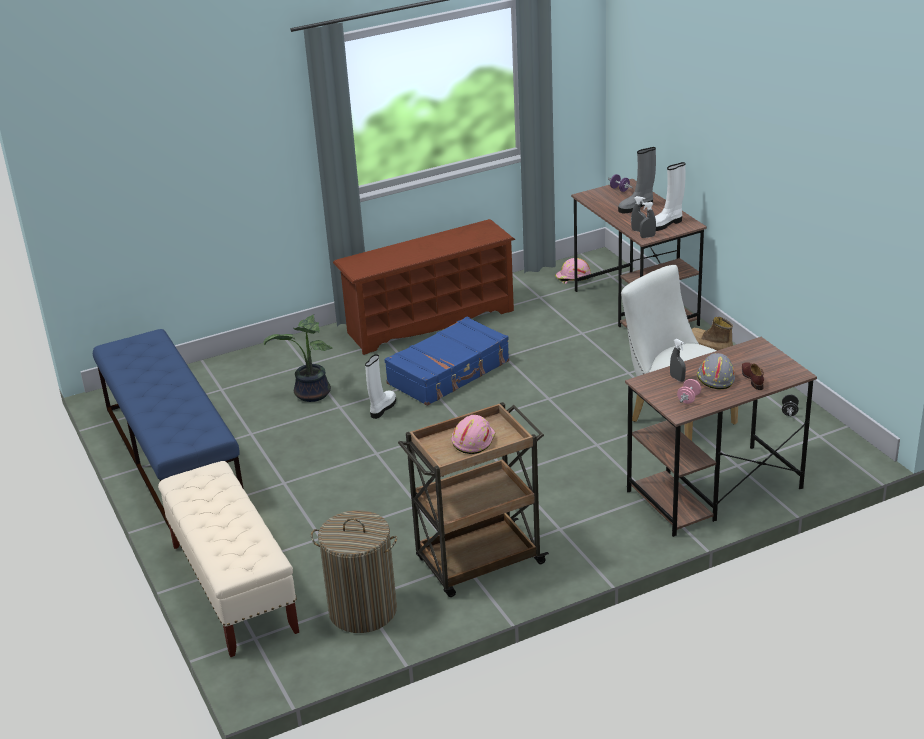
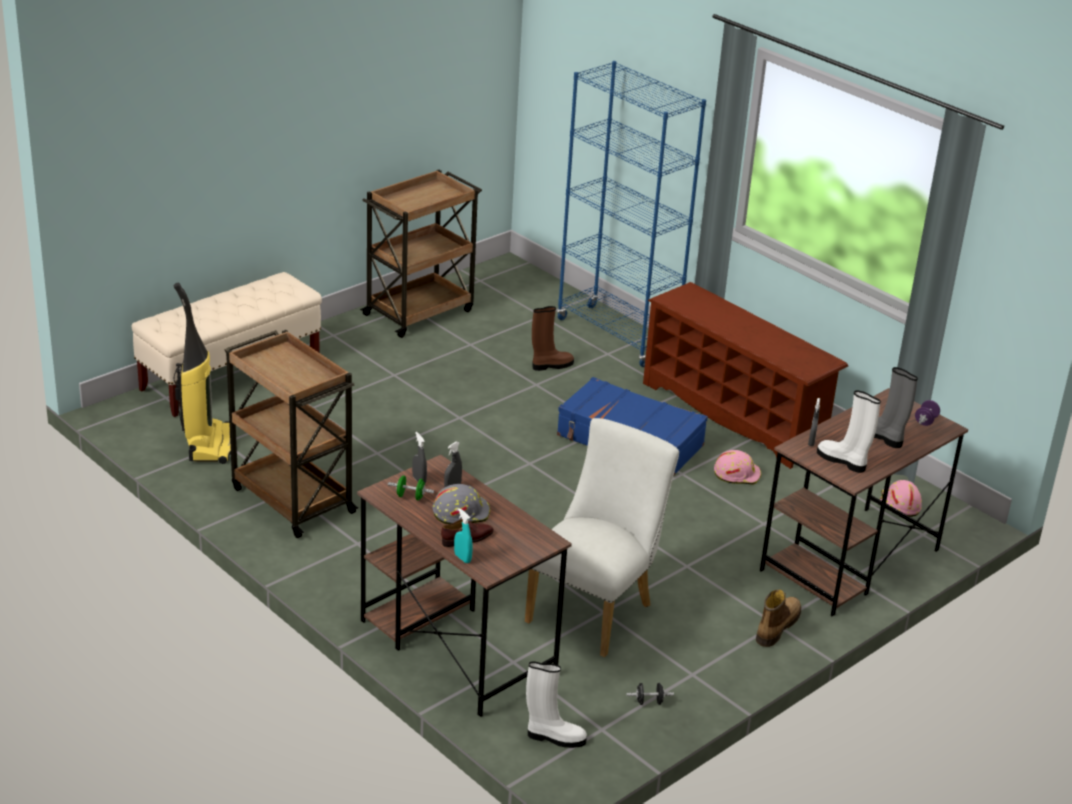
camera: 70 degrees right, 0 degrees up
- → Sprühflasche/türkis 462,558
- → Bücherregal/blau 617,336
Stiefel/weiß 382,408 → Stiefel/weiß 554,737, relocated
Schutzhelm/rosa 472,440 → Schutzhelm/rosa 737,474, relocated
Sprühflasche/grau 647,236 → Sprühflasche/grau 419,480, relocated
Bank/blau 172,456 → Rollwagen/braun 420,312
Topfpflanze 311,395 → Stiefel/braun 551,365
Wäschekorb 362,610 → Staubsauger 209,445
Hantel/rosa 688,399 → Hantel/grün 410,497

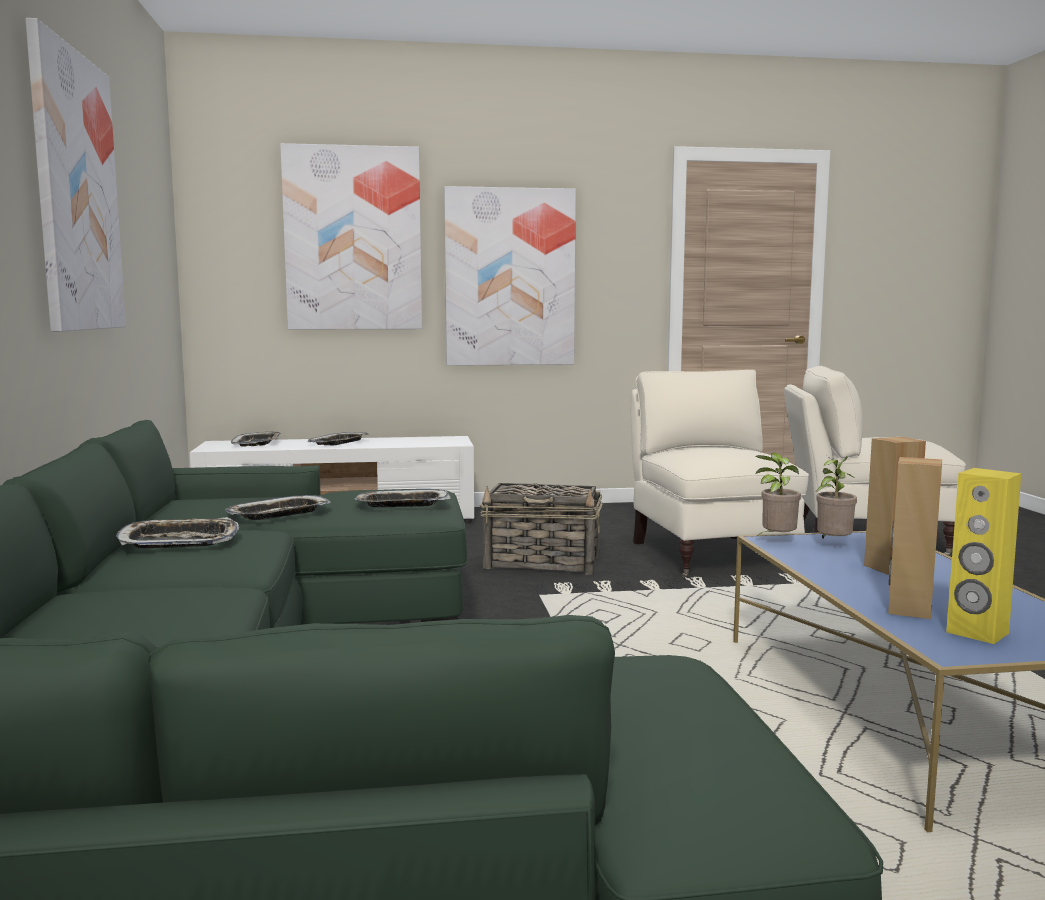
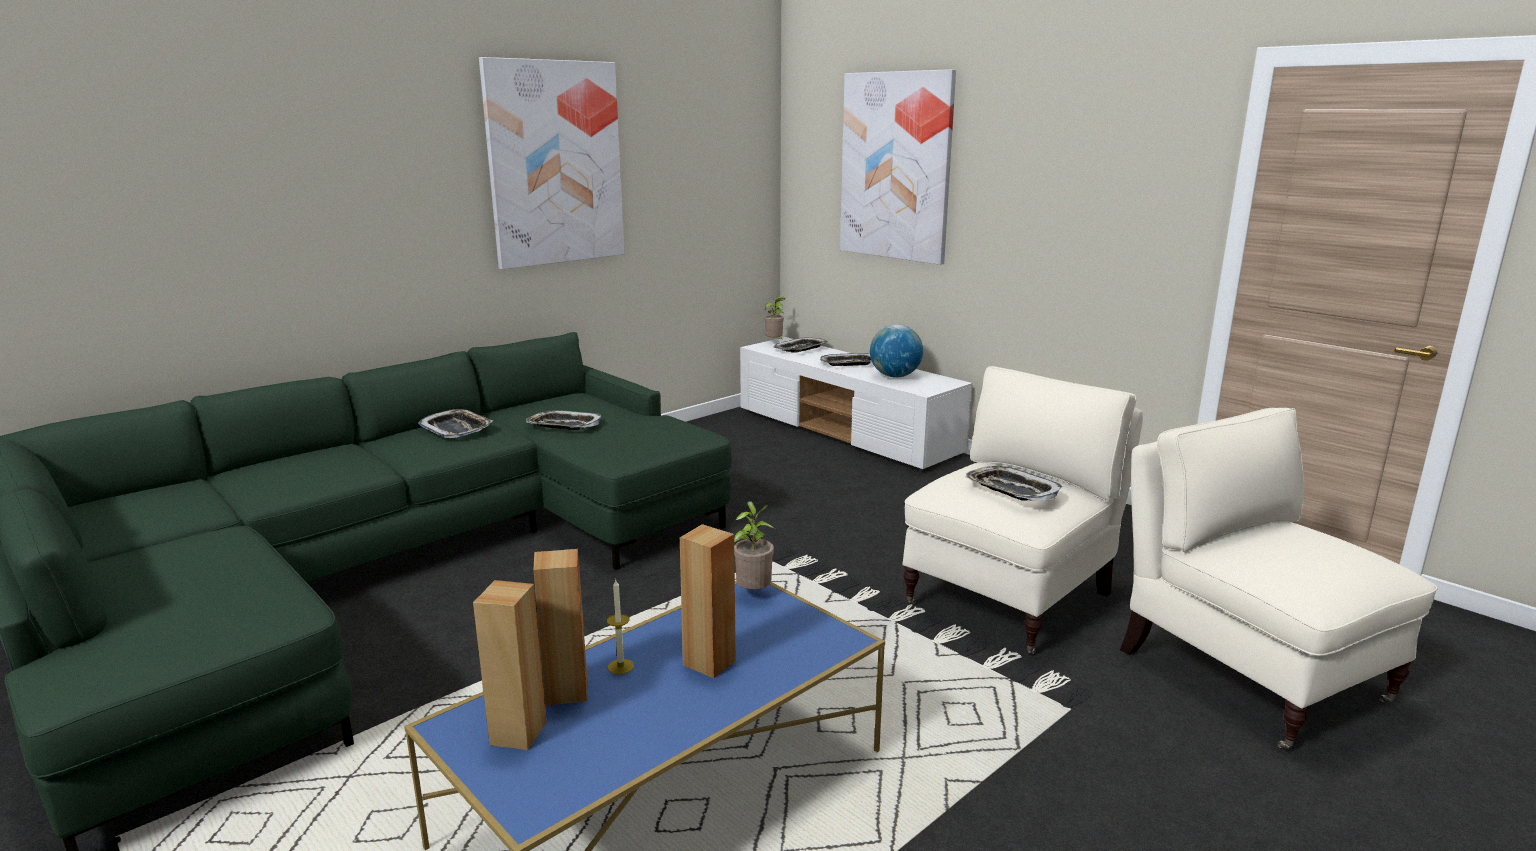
camera: 55 degrees right, 10 degrees up
Bild 510,277 → -
Korb 543,562 → -
- → Kerze 620,666
- → Globus 895,376
Tablett 402,505 → Tablett 1011,490, relocated
Topfpflanze 833,545 → Topfpflanze 775,342, relocated
Lautsprecher/gelb 977,633 → Lautsprecher/braun 517,733

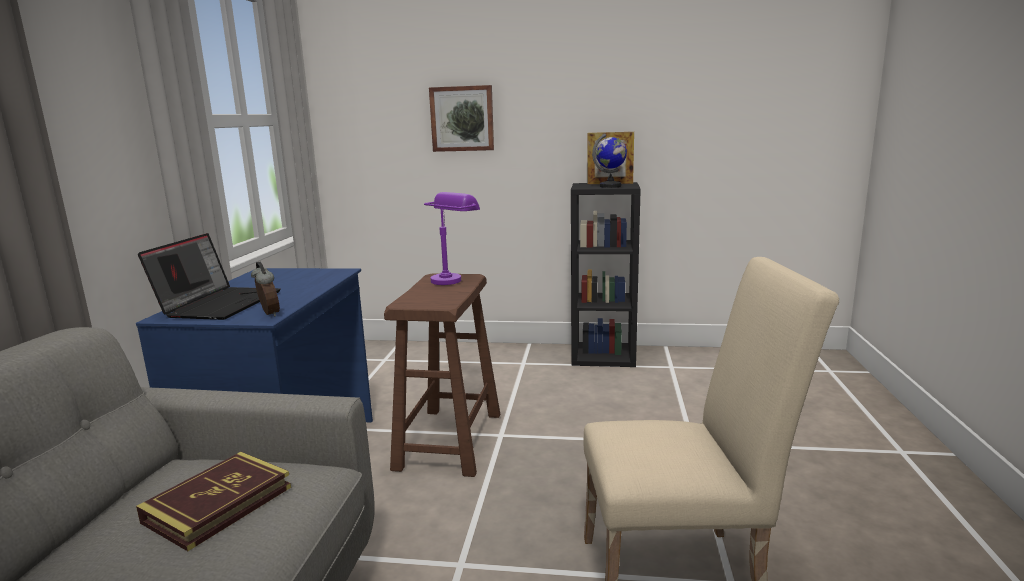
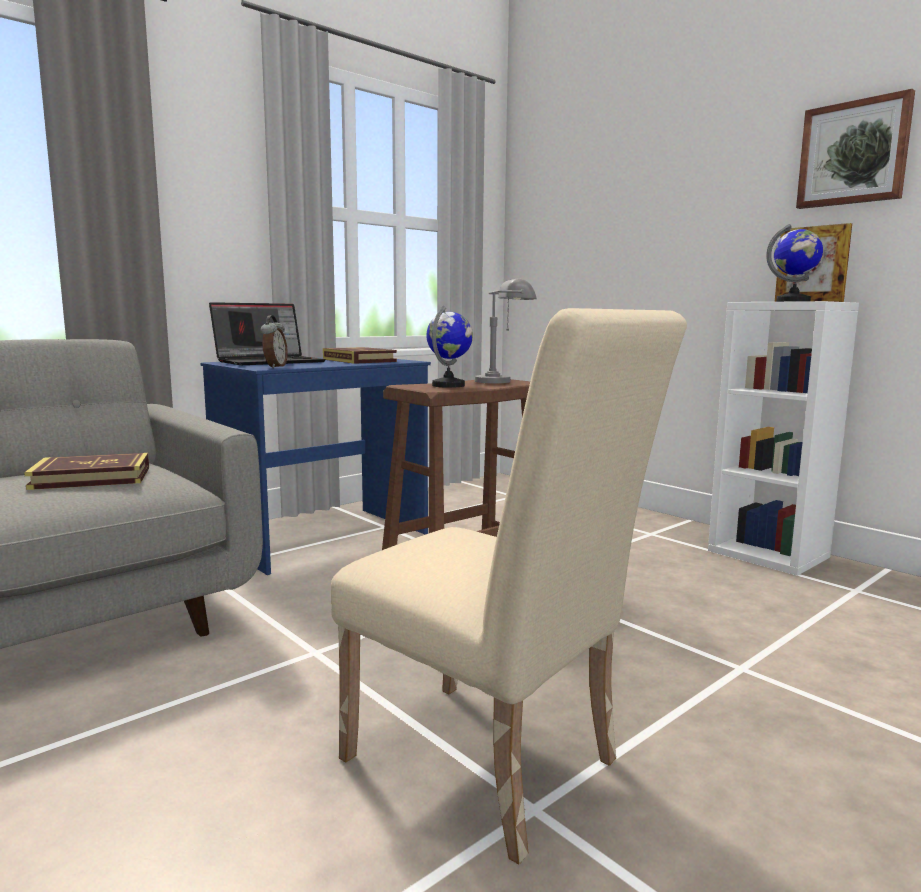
camera: 40 degrees right, 5 degrees down
- → Buch 359,360
- → Globus 449,385
Bild 462,119 → Bild 853,153, relocated
Tischlampe/lila 453,278 → Tischlampe/grau 504,381
Bücherregal/schwarz 604,356 → Bücherregal/weiß 769,554

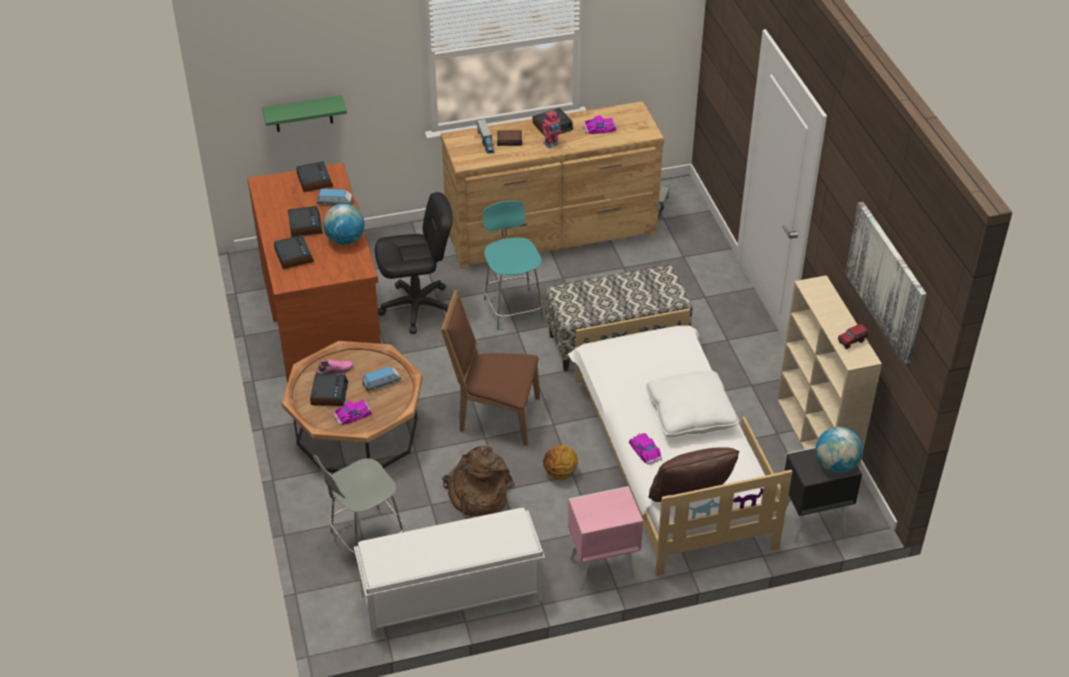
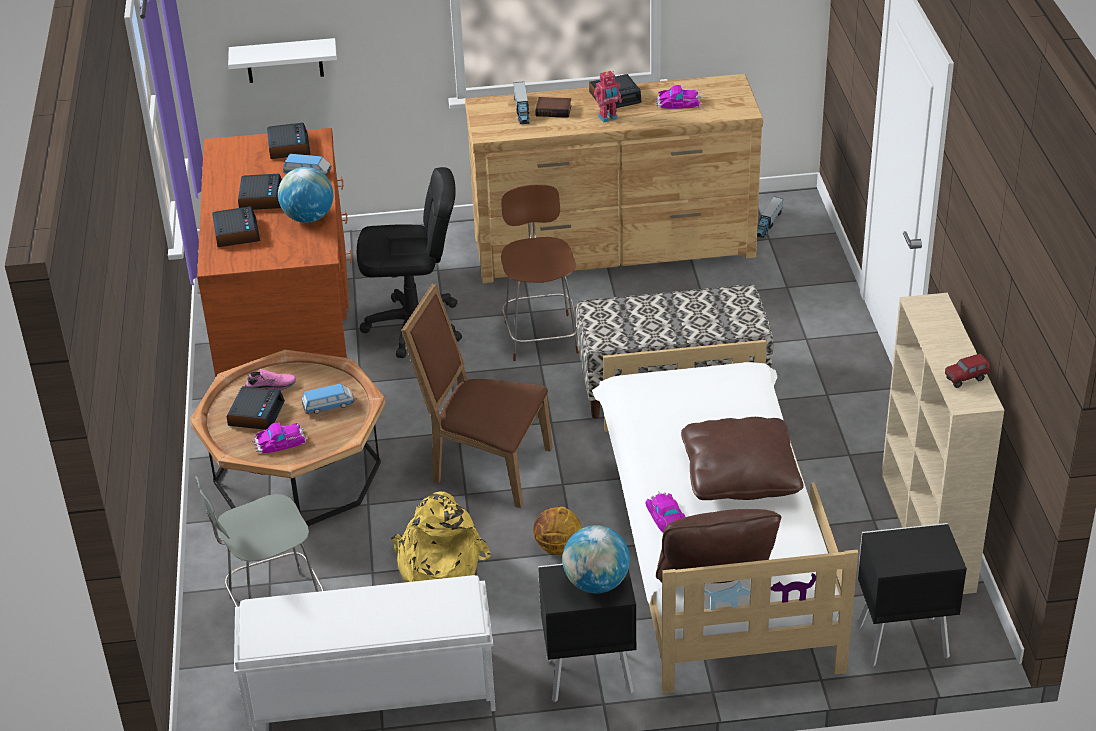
camera: 10 degrees right, 5 degrees down
Bild 886,282 → -
Globus 836,465 → Globus 596,583, relocated
Wandregal/grün 303,114 → Wandregal/weiß 284,60
Rucksack/braun 477,494 → Rucksack/gelb 438,565
Stuhl/türkis 512,308 → Stuhl/braun 541,335
Nachttisch/rosa 601,568 → Nachttisch/schwarz 586,676
Kissen/weiß 690,414 → Kissen/braun 740,475

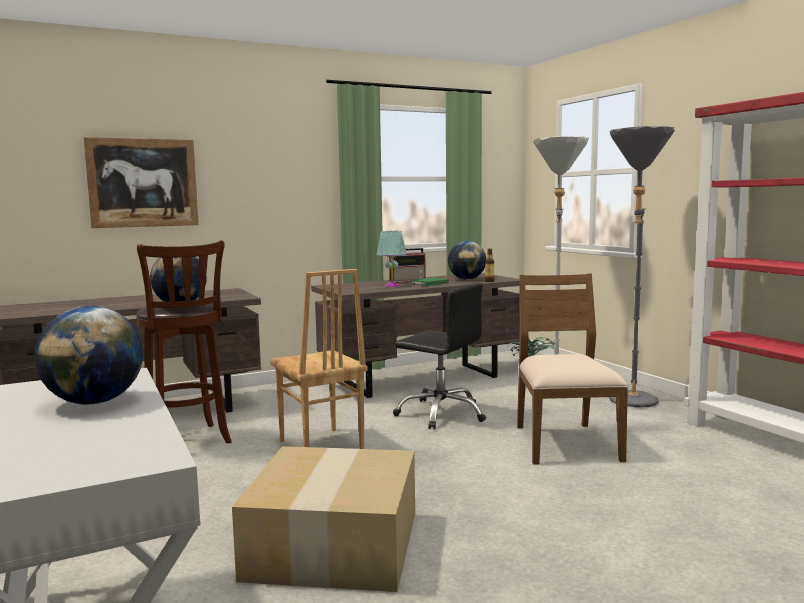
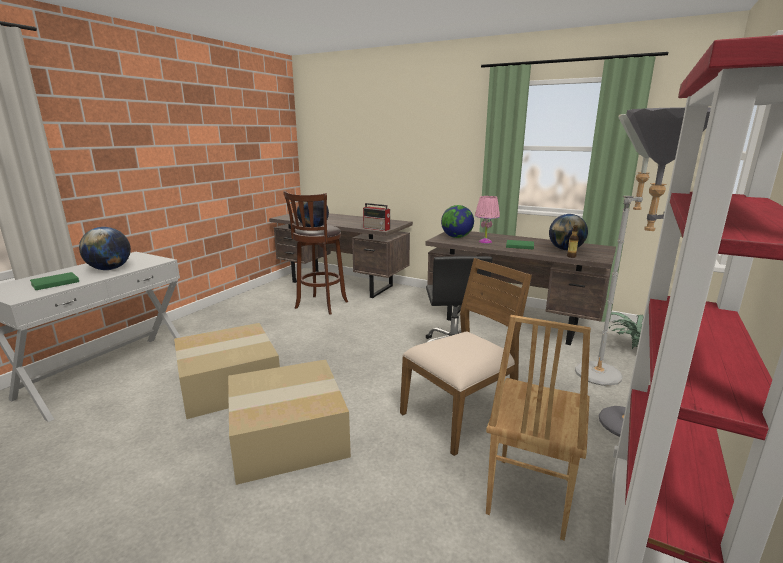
camera: 55 degrees right, 10 degrees up
Bild 143,183 → -
- → Buch/grün 53,283
- → Karton 286,437
- → Globus 456,237
Stuhl/braun 320,446 → Stuhl/braun 527,496, relocated
Radio 408,281 → Radio 377,228, relocated
Tischlampe/türkis 392,286 → Tischlampe/rosa 485,241

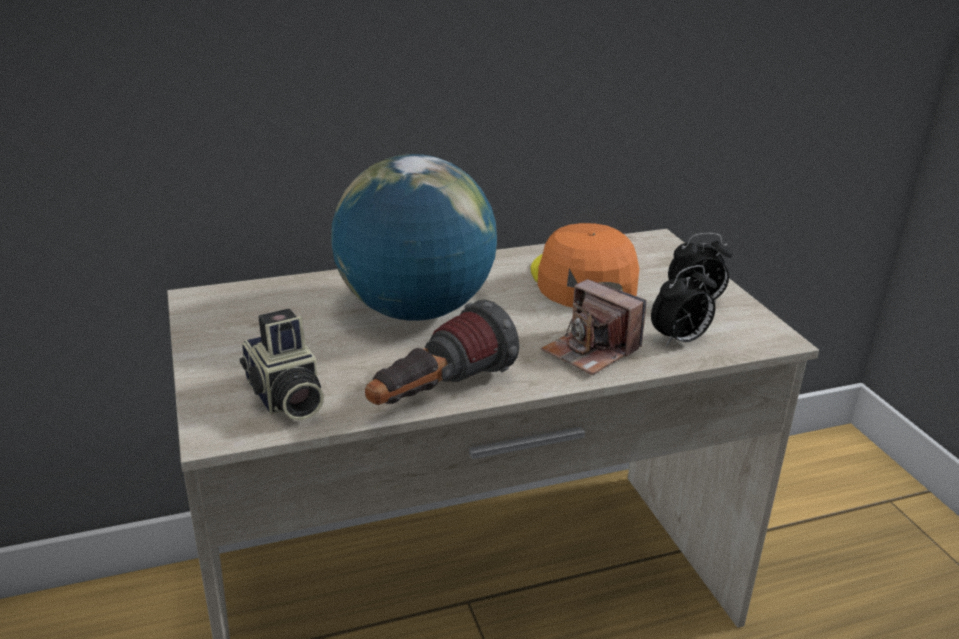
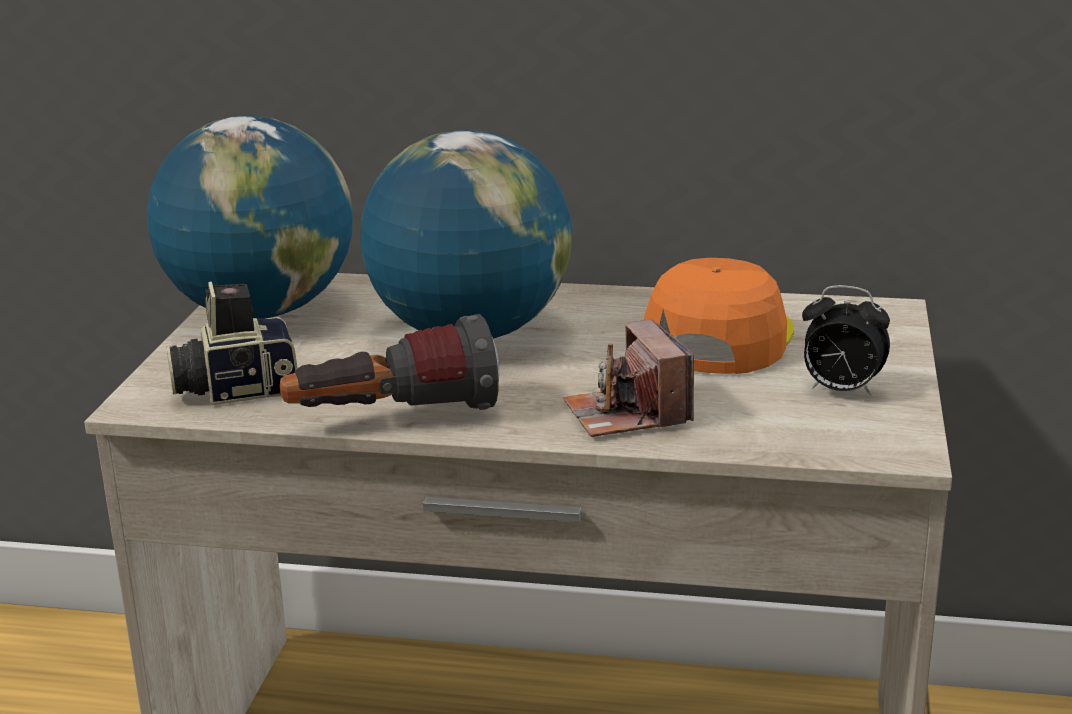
camera: 30 degrees right, 5 degrees down
Wecker 679,340 → -
- → Globus 261,311
Kamera 284,398 → Kamera 235,389, 75 degrees clockwise

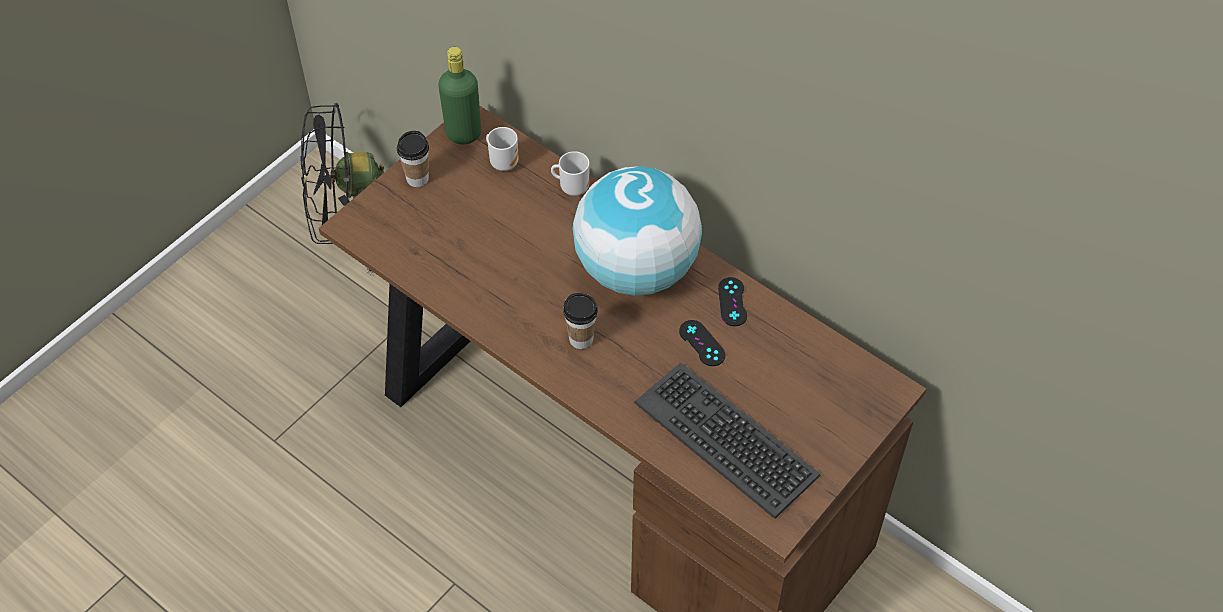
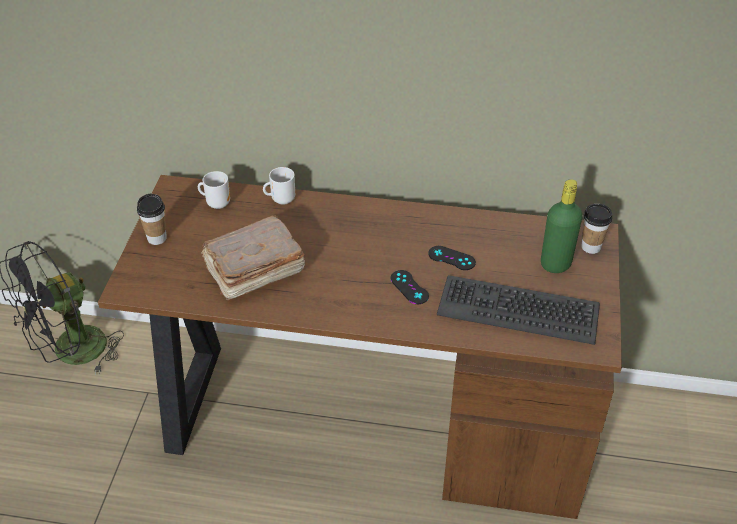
camera: 30 degrees left, 10 degrees down
Globus 636,270 → -
- → Buch/braun 253,270
Flasche/grün 463,134 → Flasche/grün 555,264, relocated
Tasse 581,339 → Tasse 591,247, relocated
Gamepad/schwarz 732,302 → Gamepad/schwarz 409,287, relocated

